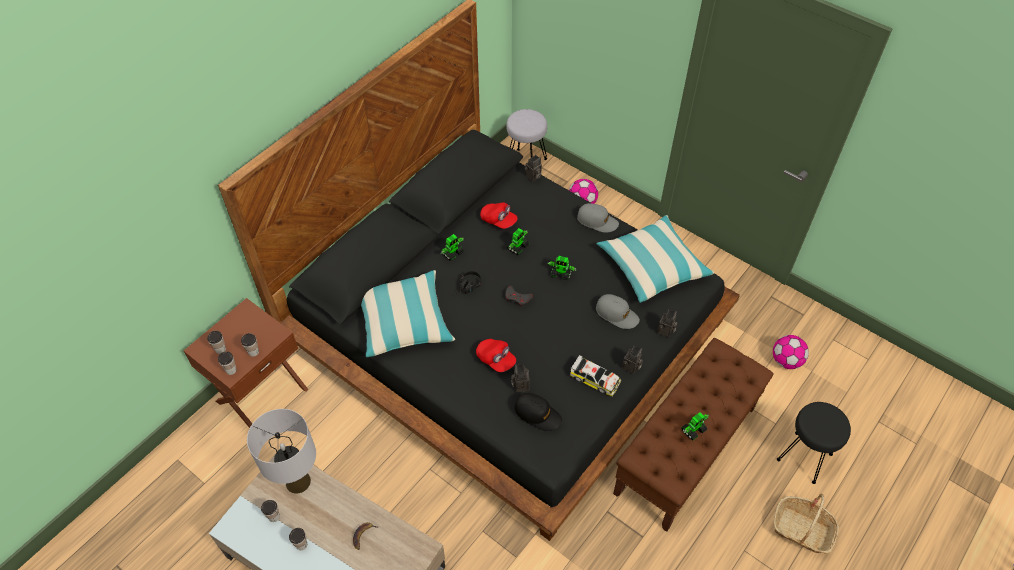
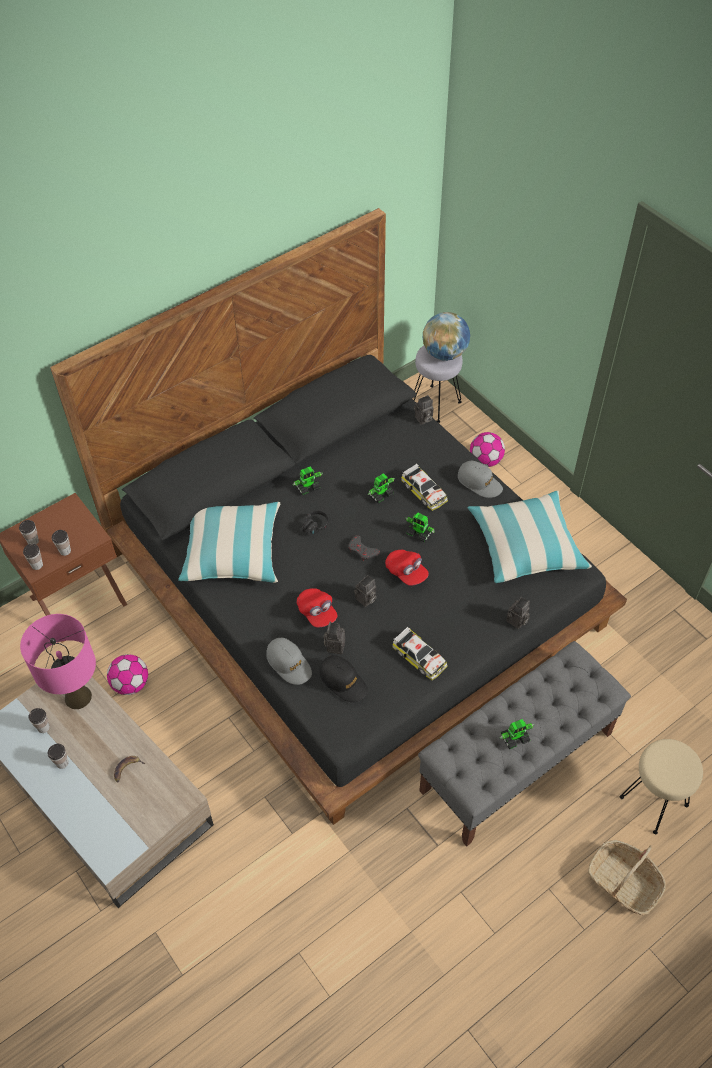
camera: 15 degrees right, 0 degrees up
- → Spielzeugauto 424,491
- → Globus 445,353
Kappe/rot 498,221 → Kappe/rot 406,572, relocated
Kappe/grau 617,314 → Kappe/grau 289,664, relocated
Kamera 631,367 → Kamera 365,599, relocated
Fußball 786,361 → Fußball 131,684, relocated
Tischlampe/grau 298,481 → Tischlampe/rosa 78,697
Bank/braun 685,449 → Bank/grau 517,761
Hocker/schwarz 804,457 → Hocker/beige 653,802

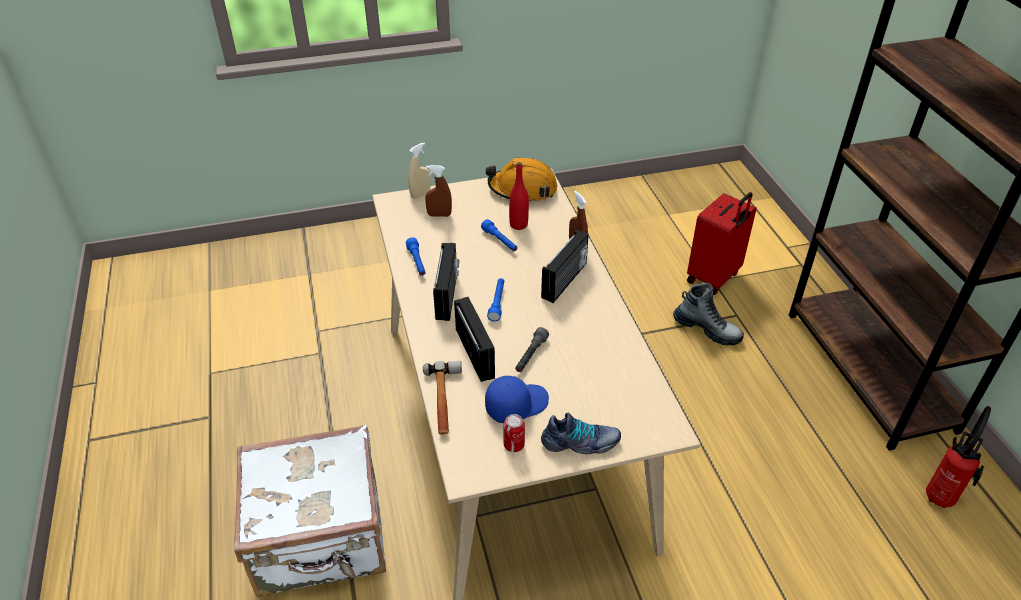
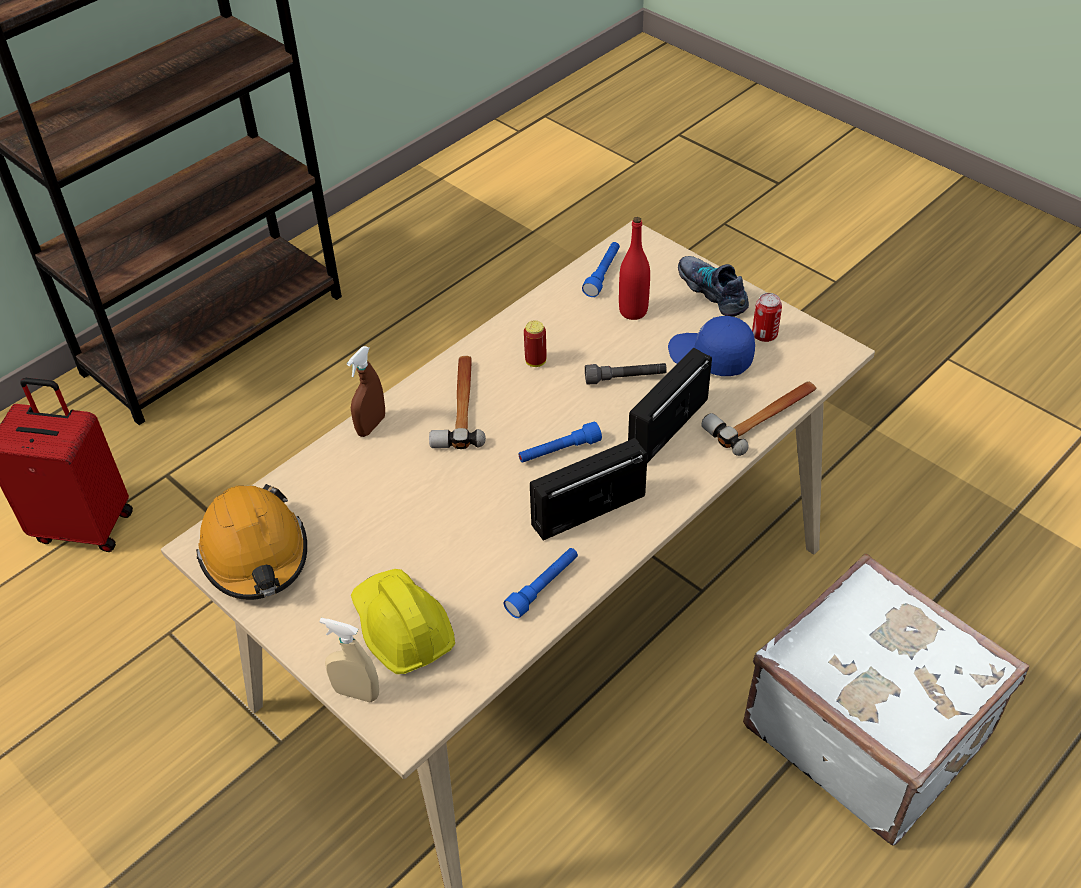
camera: 120 degrees left, 5 degrees up
Stiefel 707,329 → -
Feuerlöscher 942,496 → -
- → Dose 535,361
Taschenlampe/blau 500,241 → Taschenlampe/blau 603,274, relocated
Flasche/rot 518,225 → Flasche/rot 633,311, relocated
Sprühflasche/braun 439,215 → Schutzhelm/gelb 402,628
Radio 565,281 → Hammer 460,405

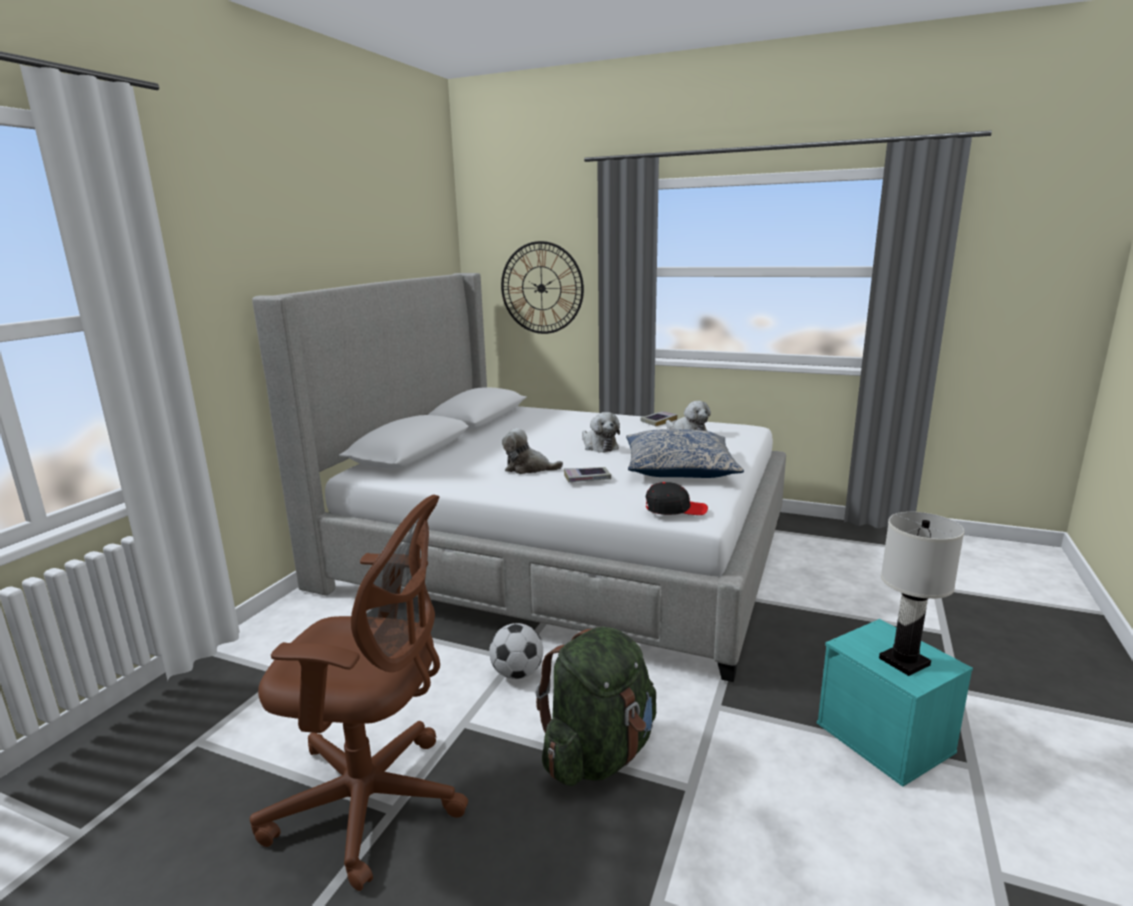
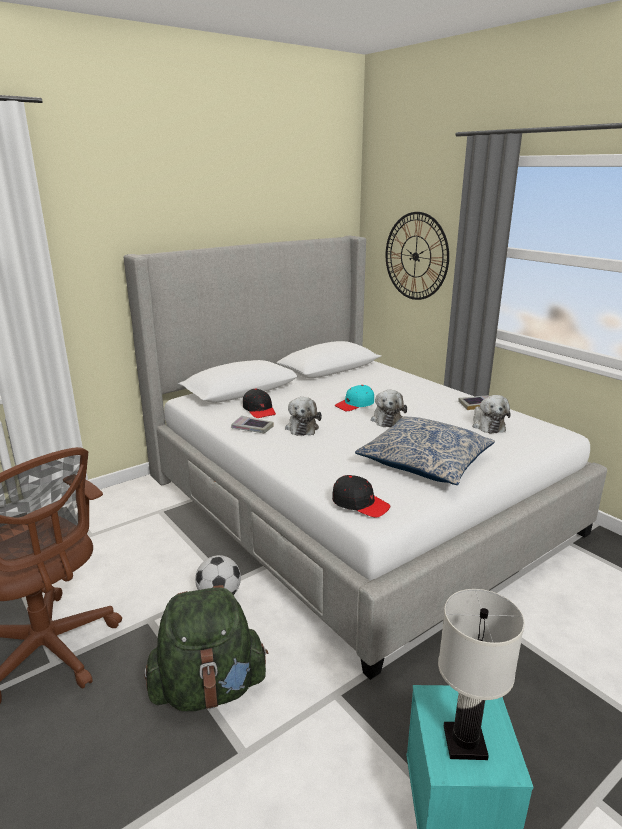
camera: 30 degrees right, 5 degrees up
- → Kappe/schwarz 259,410
- → Kappe/türkis 355,404
Buch 587,478 → Buch 252,428, relocated
Plüschtier 528,468 → Plüschtier 302,427, 135 degrees counterclockwise

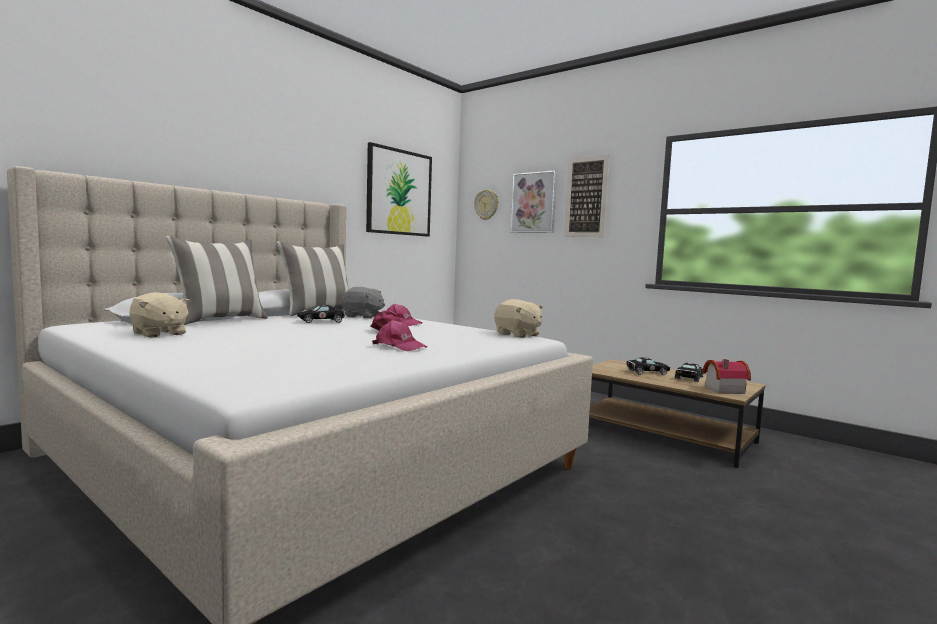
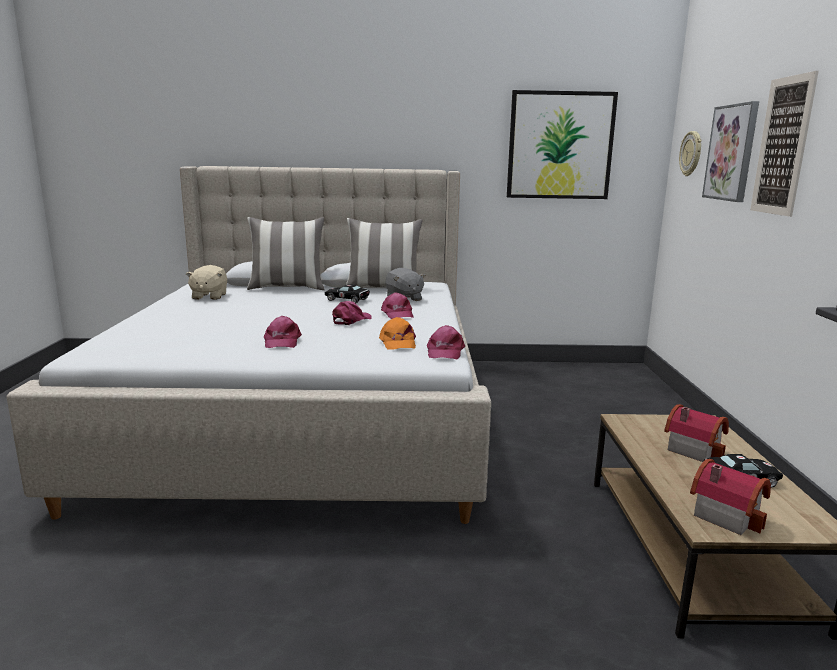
camera: 50 degrees right, 10 degrees up
- → Kappe/orange 397,342
Plüschtier/beige 517,334 → Kappe/rosa 444,352
Spielzeugauto/schwarz 646,372 → Spielzeughaus 693,448

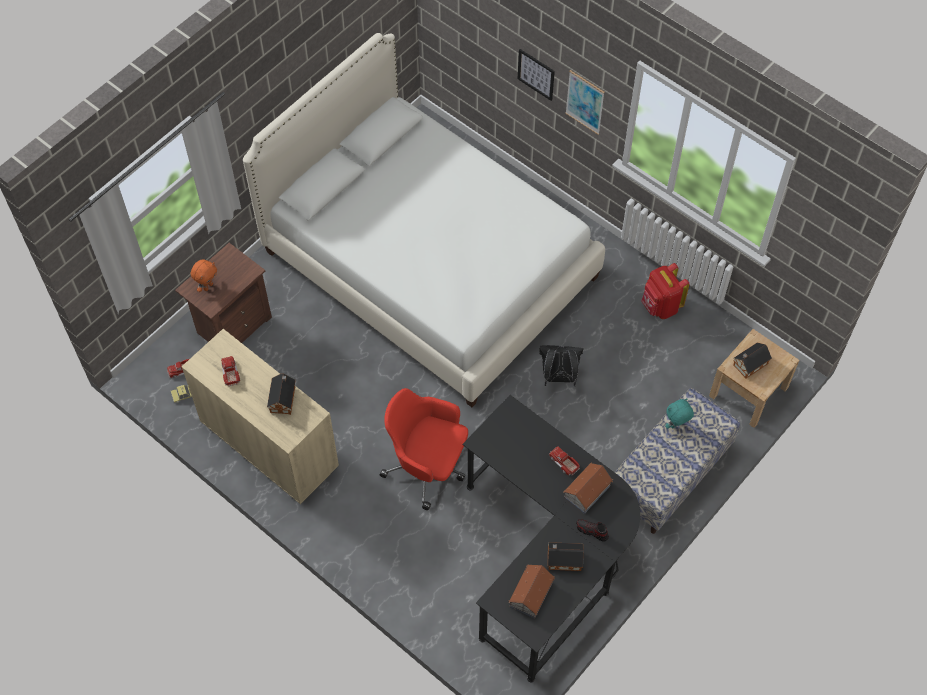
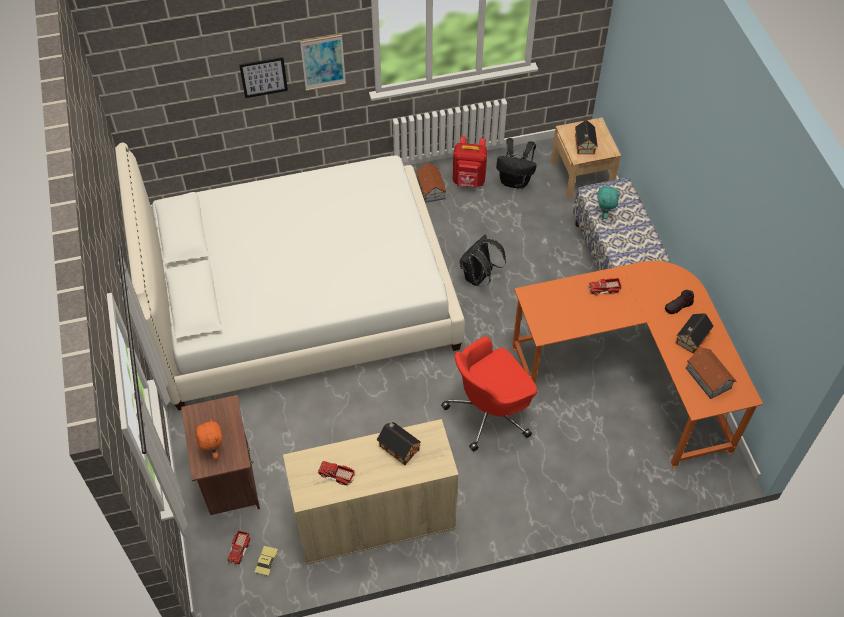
camera: 55 degrees left, 5 degrees down
- → Rucksack/schwarz 515,181
Spielzeughaus 586,491 → Spielzeughaus 431,189, relocated
Schreibtisch/schwarz 547,556 → Schreibtisch/orange 629,377

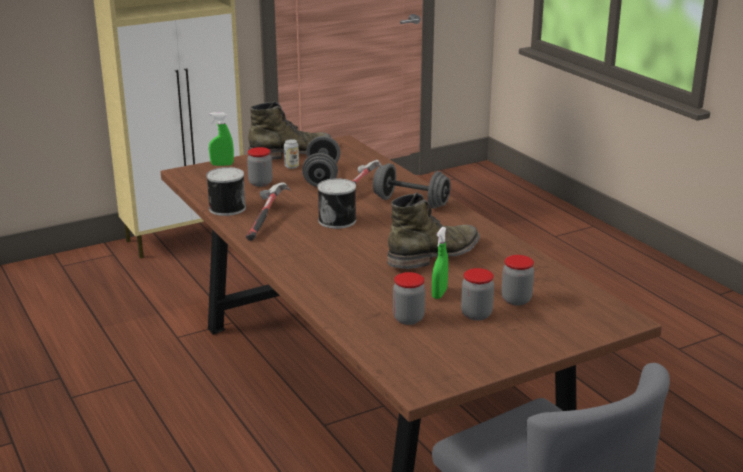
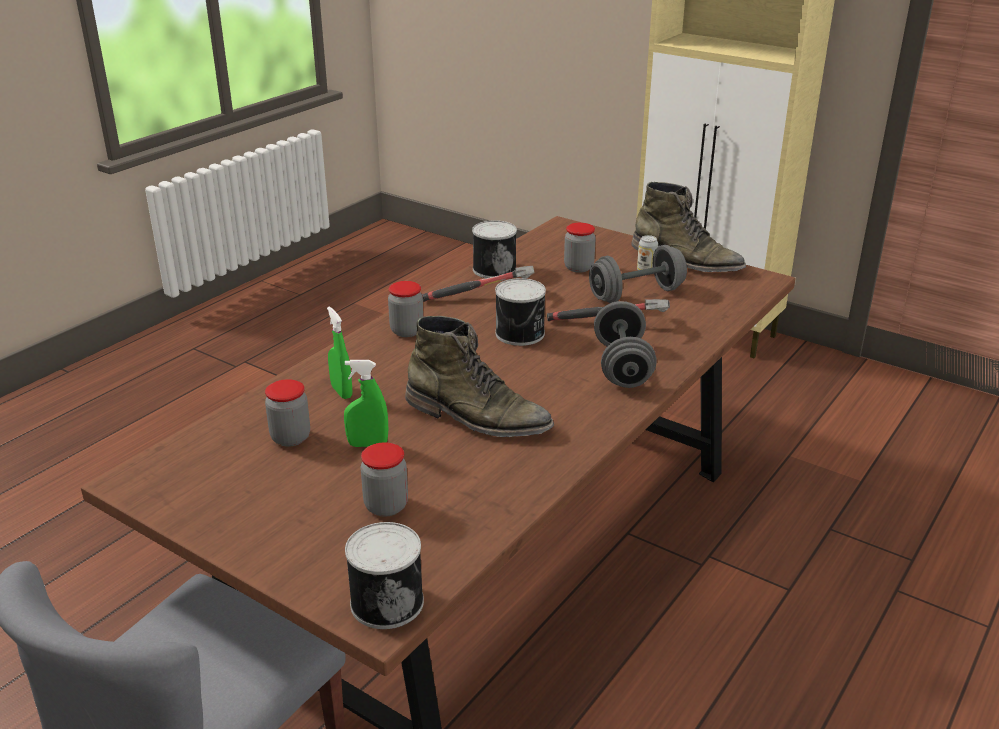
camera: 65 degrees right, 5 degrees up
- → Dose 387,601
Sprühflasche/grün 222,165 → Sprühflasche/grün 341,391, relocated
Vorratsglas 476,314 → Vorratsglas 407,331, relocated

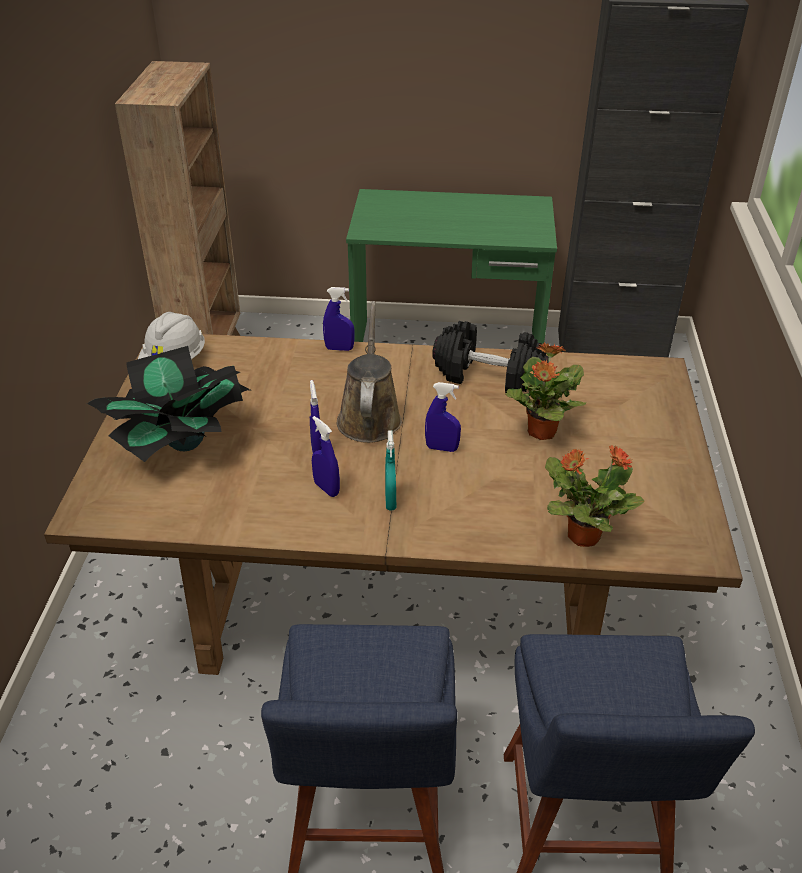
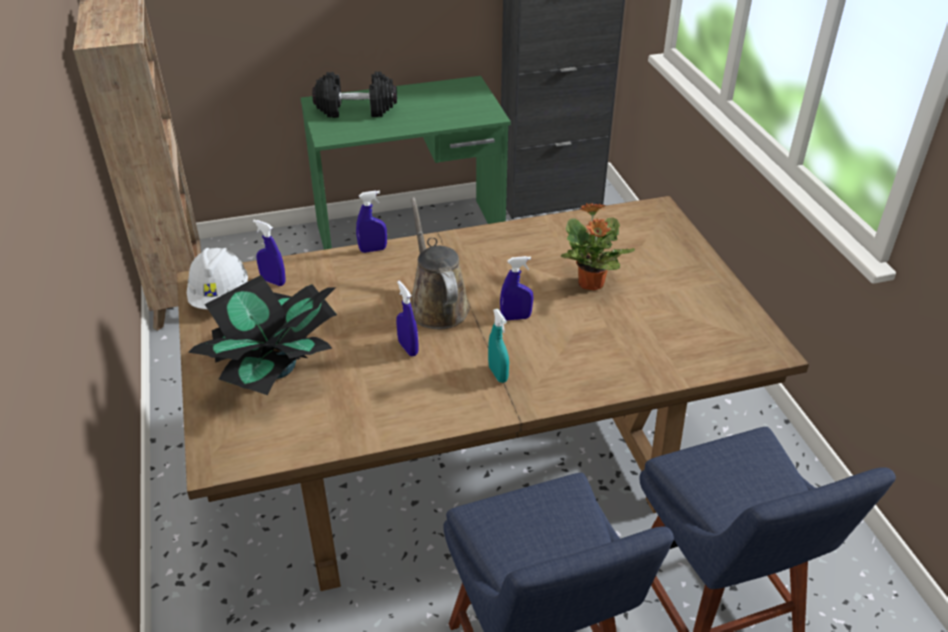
camera: 20 degrees left, 0 degrees up
Topfpflanze 582,535 → -
Sprühflasche/blau 326,488 → Sprühflasche/blau 273,281, relocated
Hantel/schwarz 489,376 → Hantel/schwarz 356,109, relocated

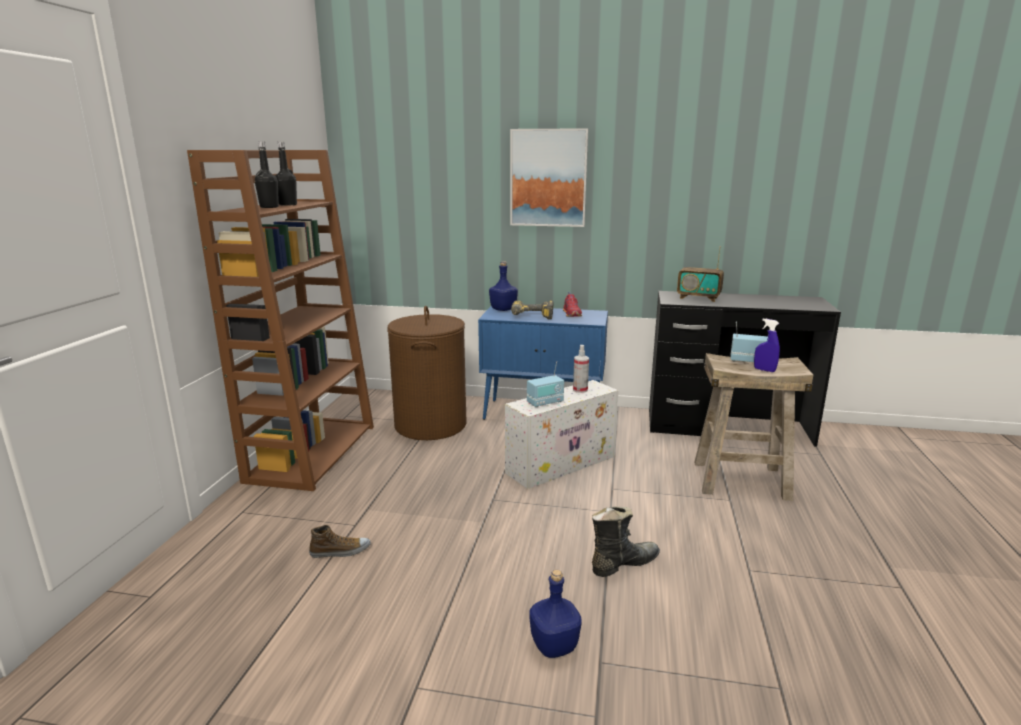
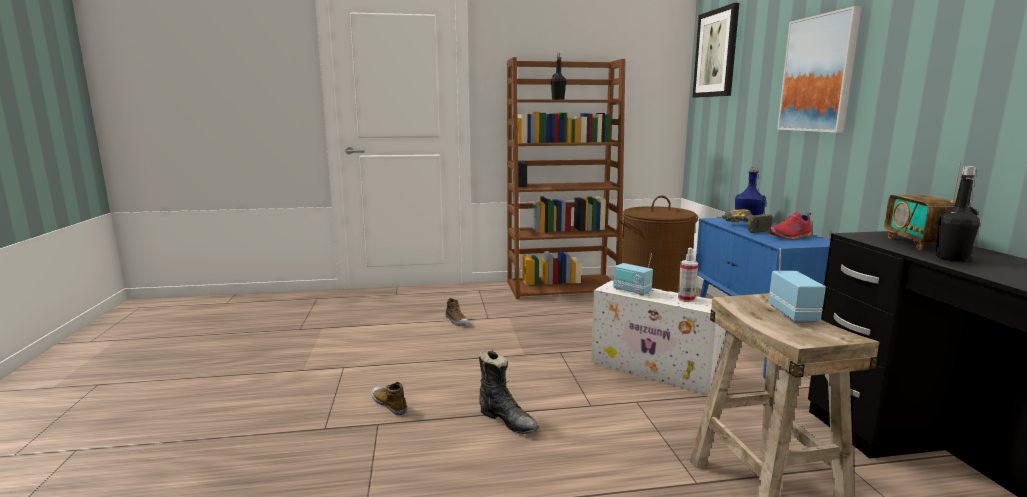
camera: 70 degrees right, 5 degrees down
Sprühflasche/blau 764,370 → -
- → Bild 716,53
Flasche/schwarz 288,204 → Flasche/schwarz 951,258, relocated
Flasche/blau 555,646 → Schuh 389,404

